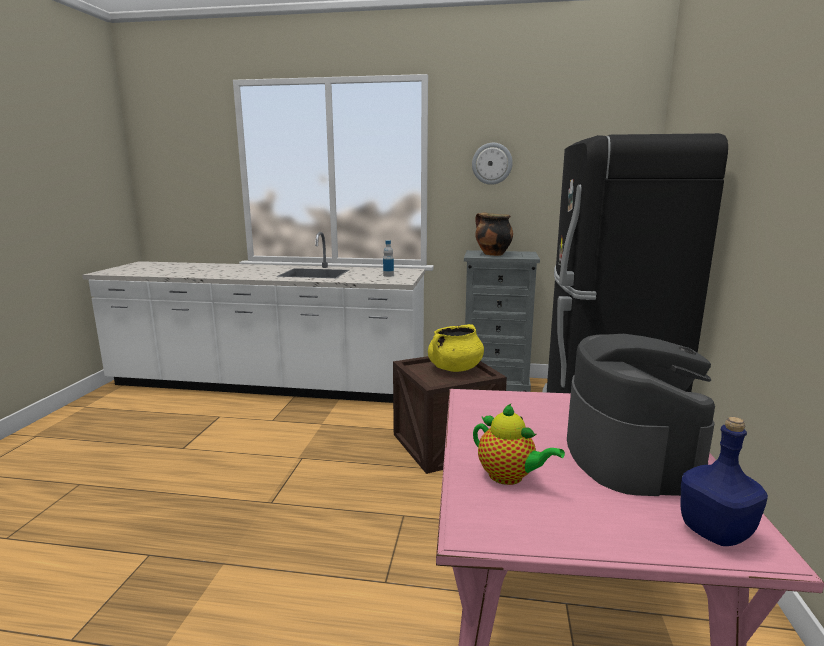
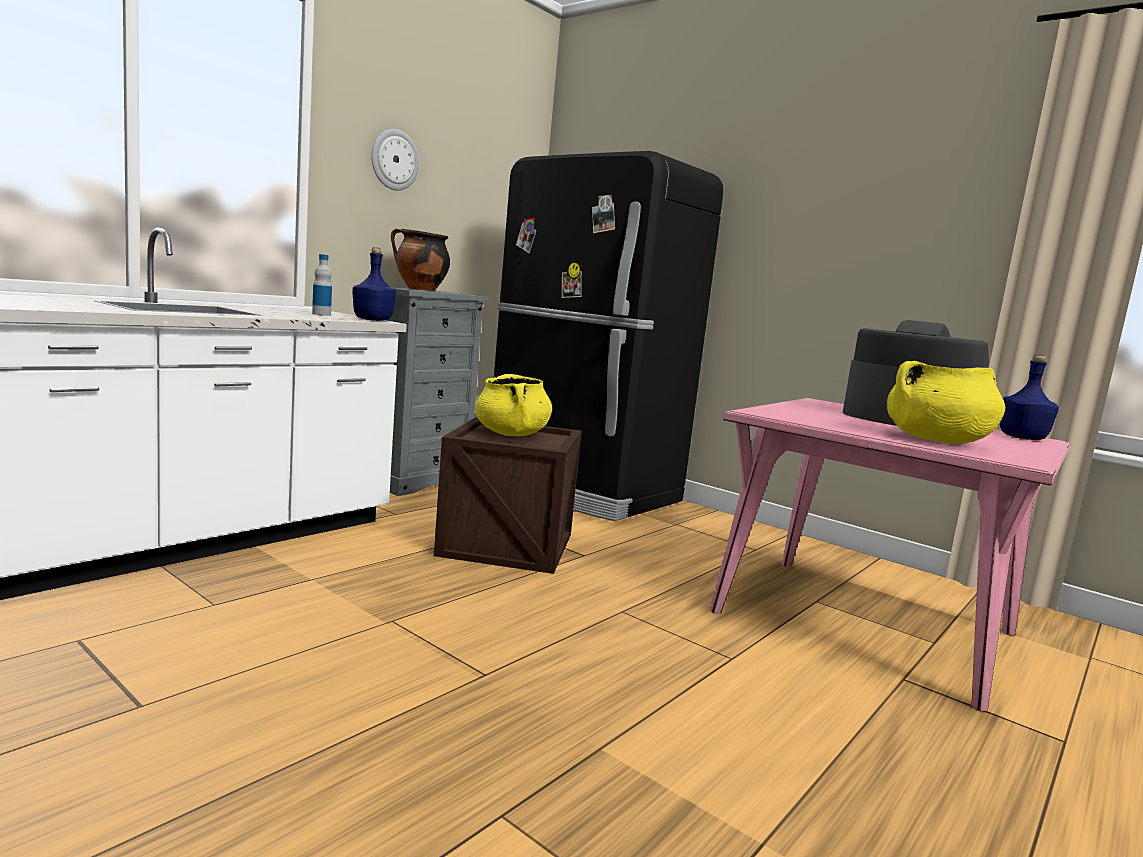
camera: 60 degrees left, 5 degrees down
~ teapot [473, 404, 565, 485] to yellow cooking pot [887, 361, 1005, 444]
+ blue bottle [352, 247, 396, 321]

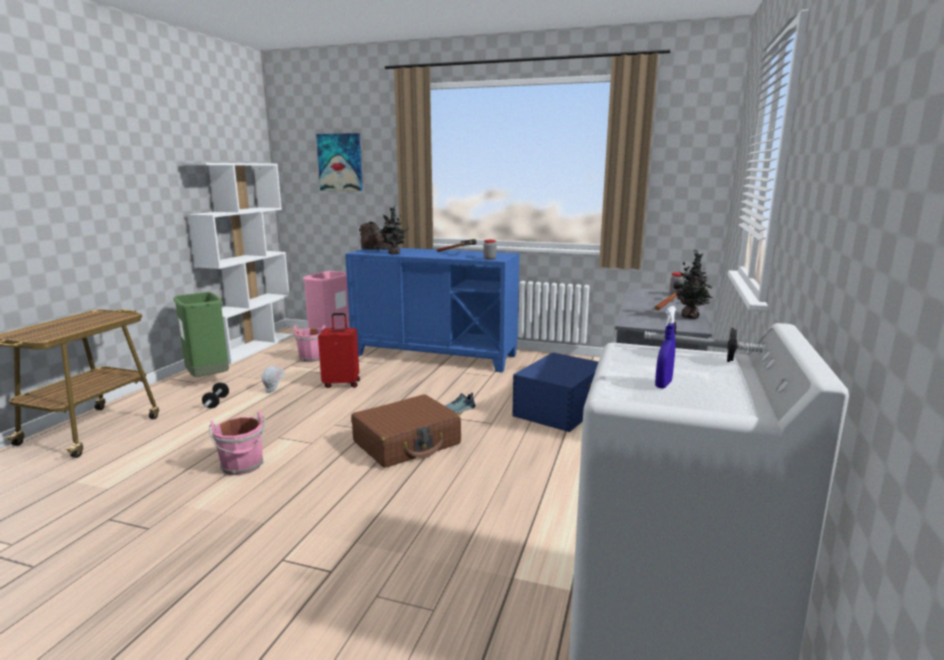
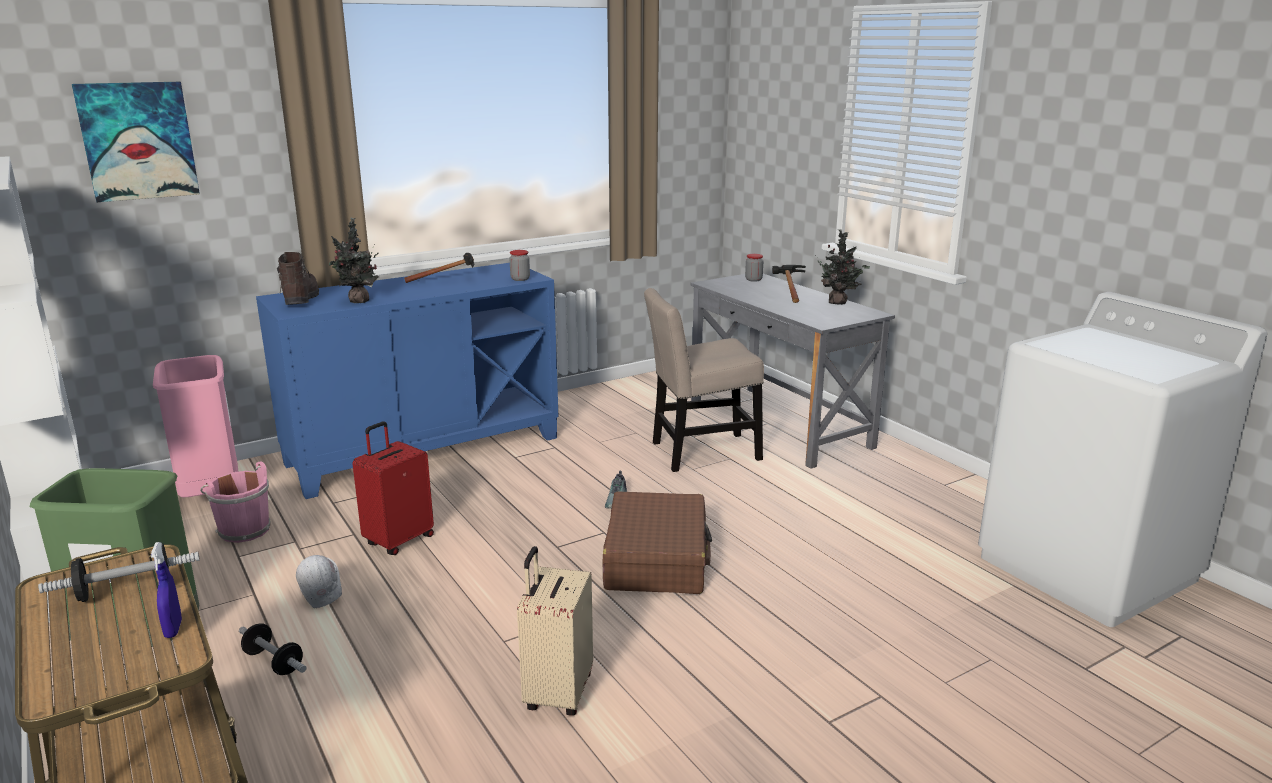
camera: 50 degrees left, 5 degrees up
~ pink bucket [209, 411, 265, 475] to beige suitcase [517, 546, 593, 716]
~ blue storage box [512, 352, 598, 432] to beige chair [644, 288, 764, 472]
~ dumbbell [644, 322, 763, 362] to [38, 544, 200, 602]
~ blue spray bottle [655, 306, 676, 389] to [151, 542, 182, 638]

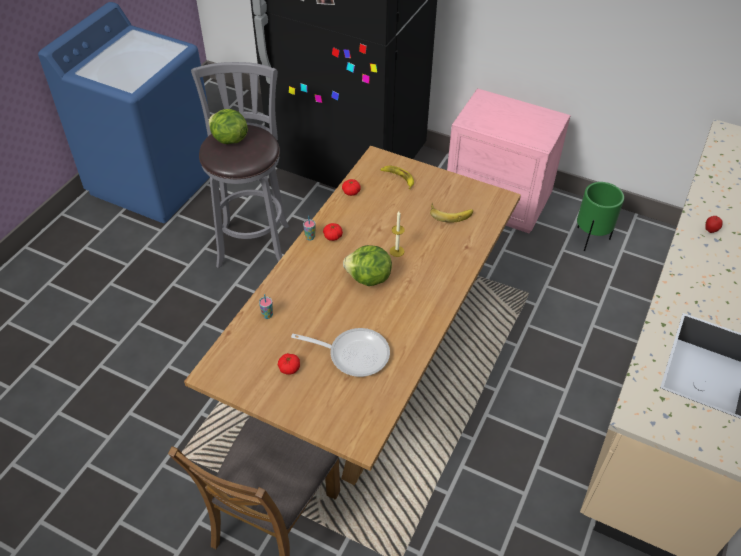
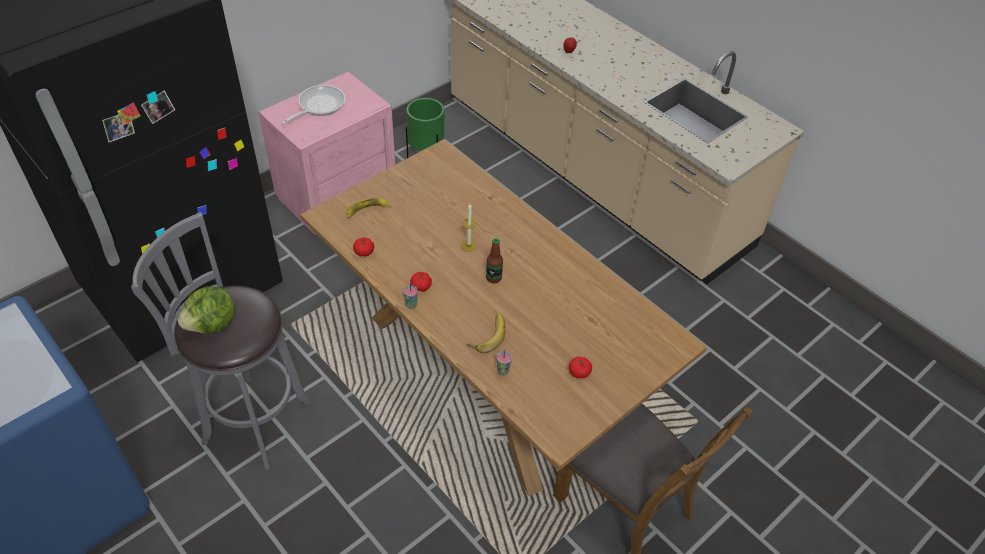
camera: 70 degrees left, 0 degrees up
~ frying pan [291, 328, 390, 377] to [281, 85, 345, 125]
~ lettuce [343, 245, 392, 286] to bottle [486, 238, 503, 284]
~ banana [430, 202, 473, 223] to [467, 312, 506, 353]

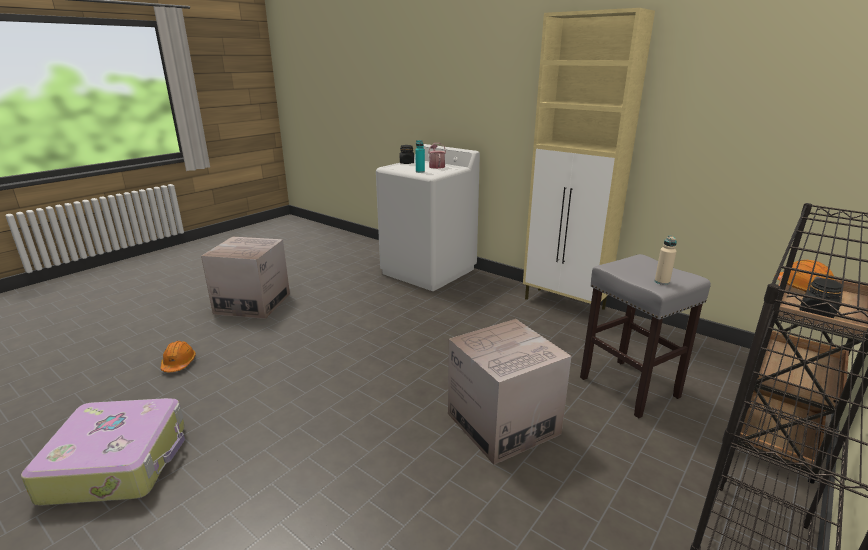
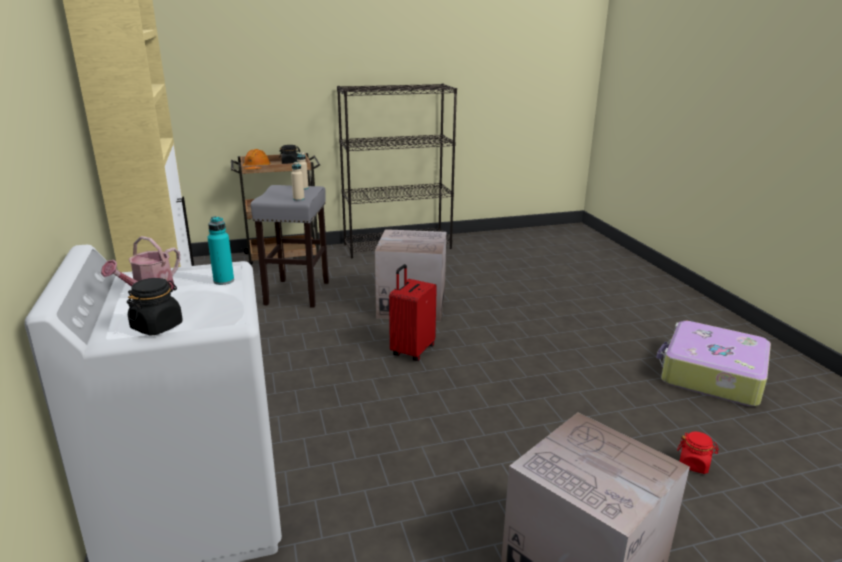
camera: 145 degrees left, 0 degrees up
~ orange hard hat [161, 341, 196, 372] to red jar [677, 431, 719, 474]
+ beige bottle [291, 162, 304, 201]
+ red suitcase [389, 264, 437, 361]

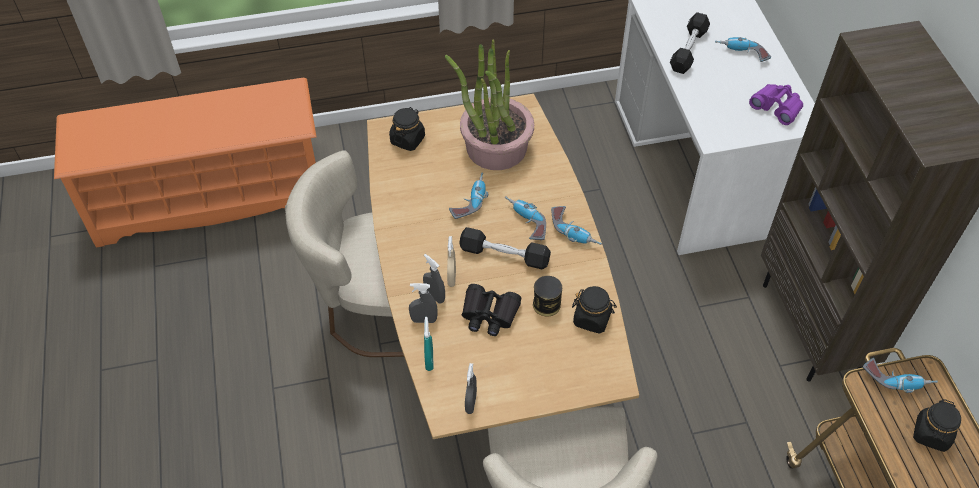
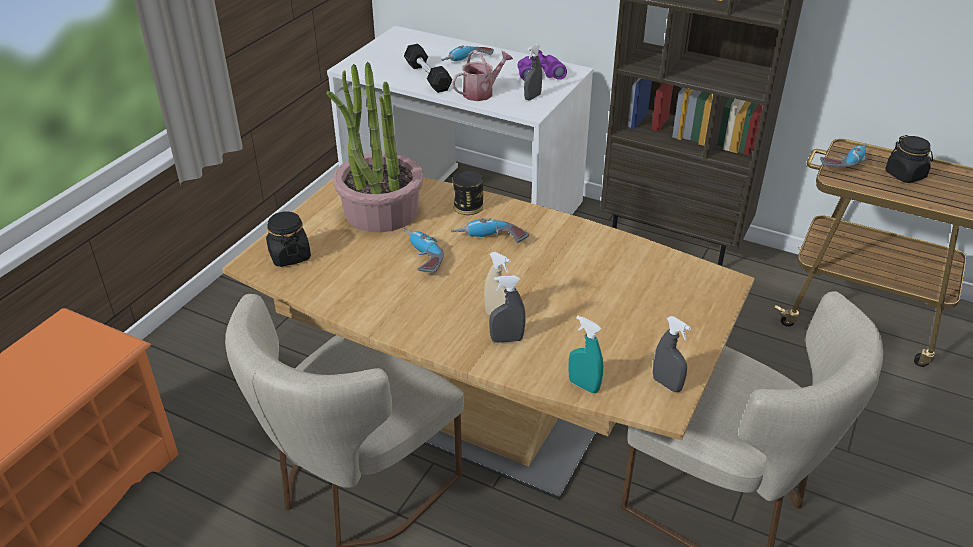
camera: 50 degrees left, 15 degrees down
~ grey spray bottle [409, 283, 438, 323] to [524, 44, 542, 100]
- black dumbbell [459, 227, 551, 269]
- black binoculars [462, 284, 521, 336]
~ can [533, 276, 562, 317] to [453, 171, 483, 215]
- power drill [551, 206, 602, 245]
- black jar [572, 286, 617, 334]
+ watering can [452, 50, 513, 101]

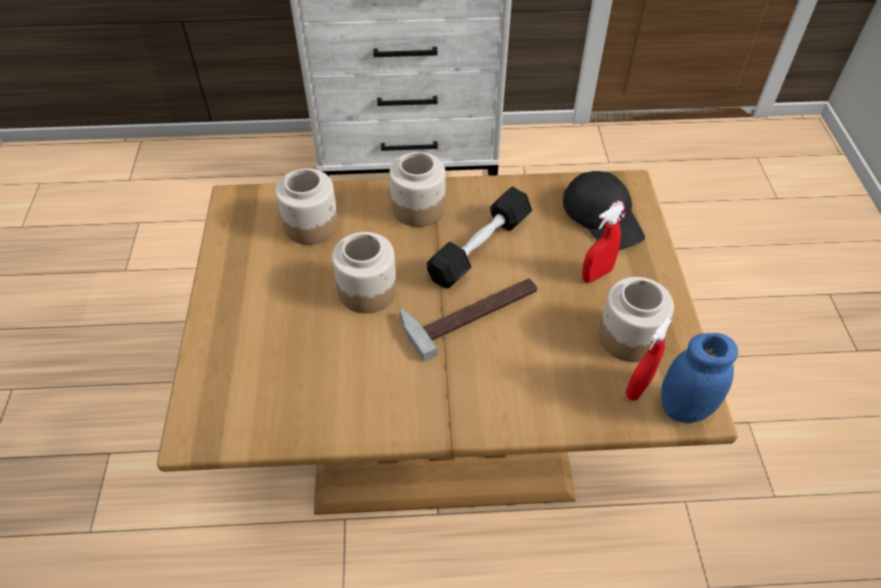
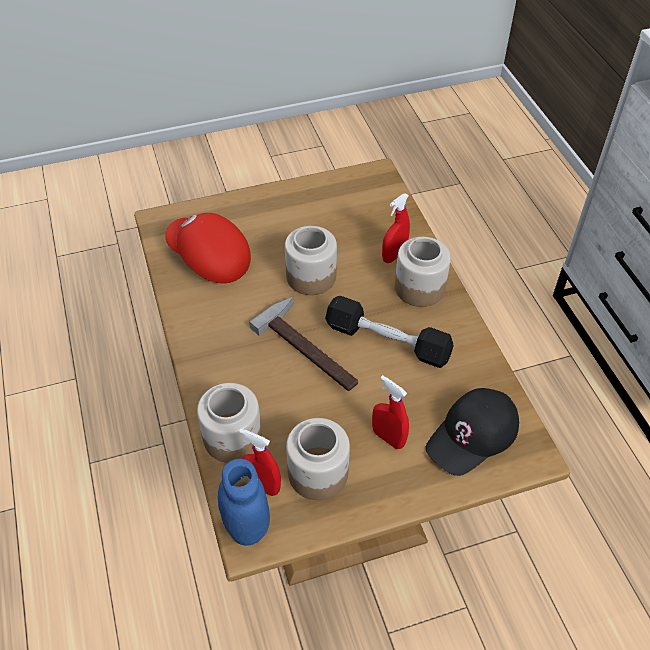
camera: 75 degrees right, 0 degrees up
~ jar [276, 169, 338, 245] to [197, 383, 262, 463]
+ red cap [165, 213, 251, 283]
+ red spray bottle [382, 193, 410, 263]

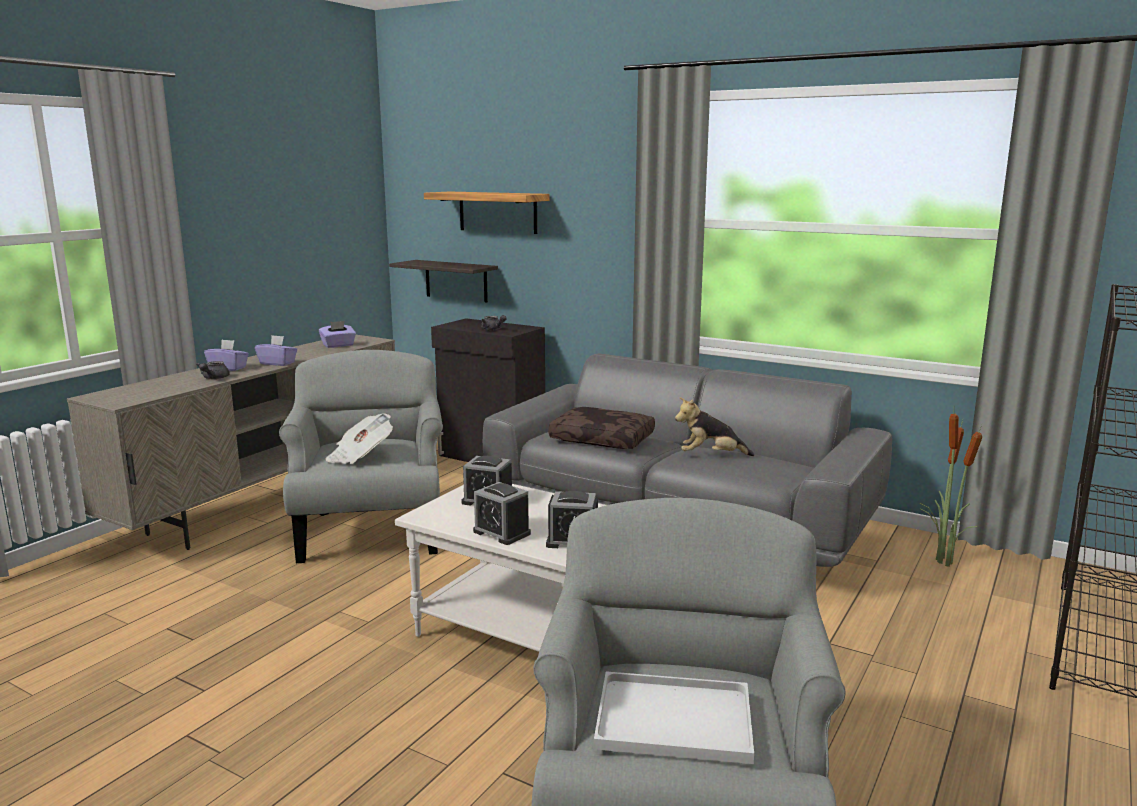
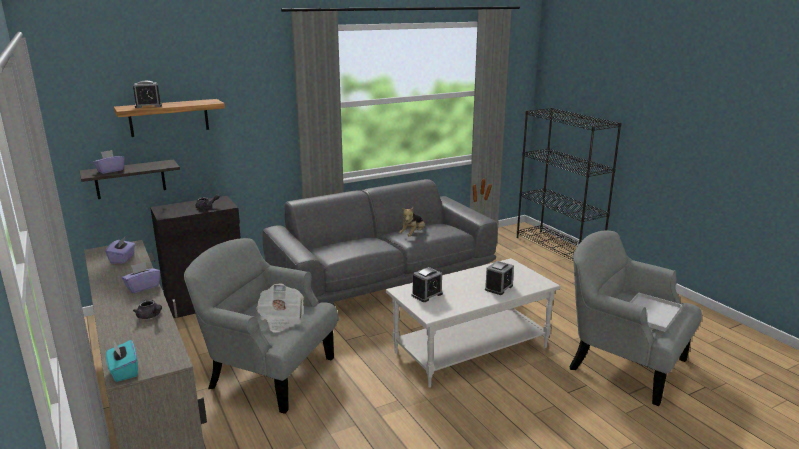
camera: 60 degrees left, 5 degrees up
~ purple tissue box [204, 340, 249, 371] to [93, 150, 125, 174]
~ alarm clock [473, 482, 531, 545] to [133, 81, 162, 108]
- brown pillow [548, 407, 655, 449]
+ turquoise tissue box [106, 340, 138, 382]

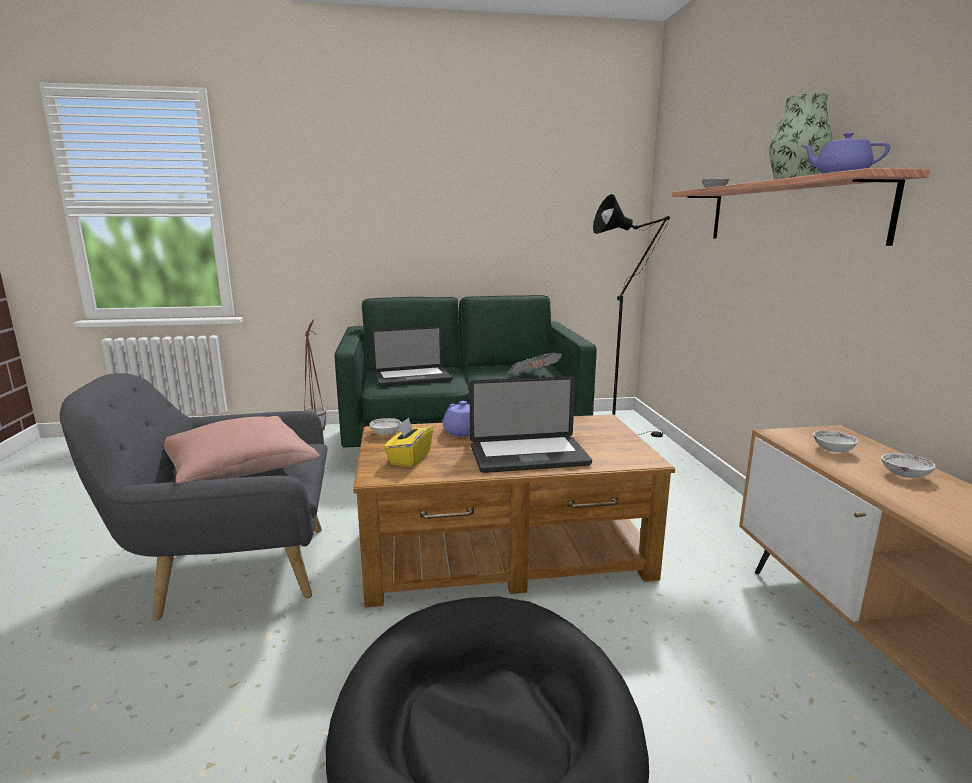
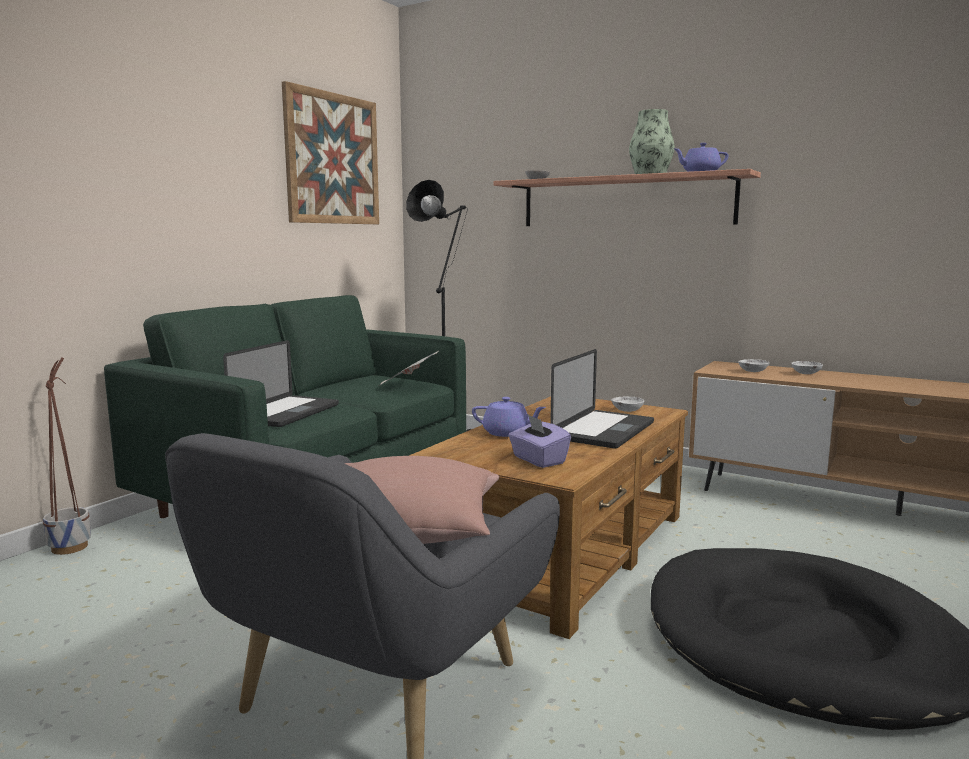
camera: 50 degrees left, 5 degrees down
~ white bowl [370, 418, 401, 435] to [611, 397, 644, 412]
~ yellow tissue box [384, 417, 433, 467] to purple tissue box [508, 414, 571, 468]
+ picture [282, 81, 379, 224]

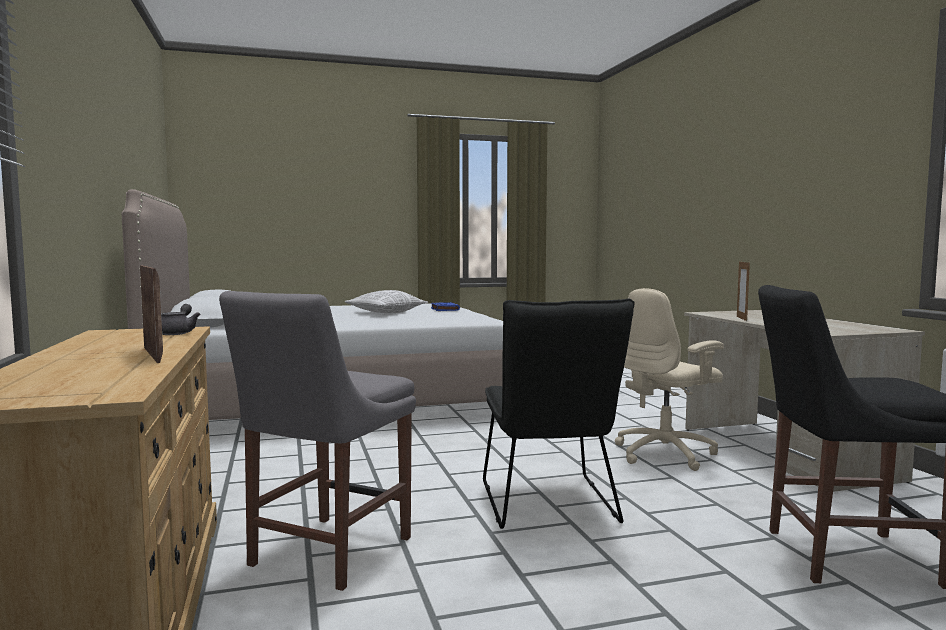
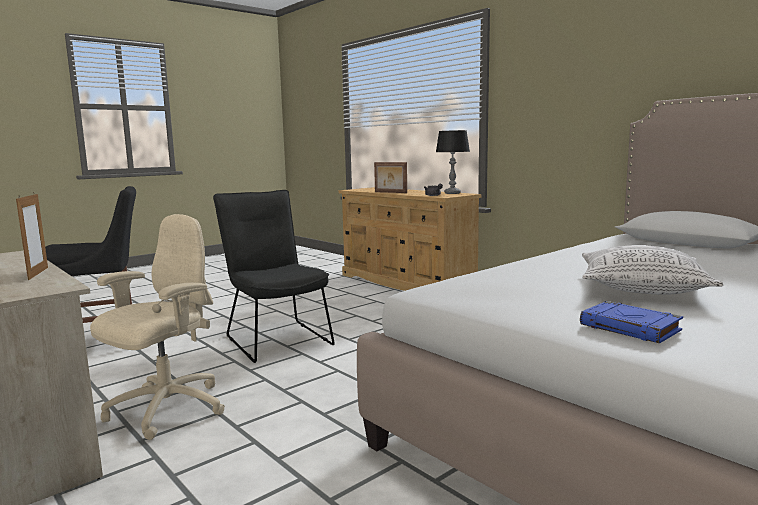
camera: 155 degrees right, 5 degrees up
- grey chair [219, 291, 416, 591]
+ table lamp [436, 130, 470, 194]

